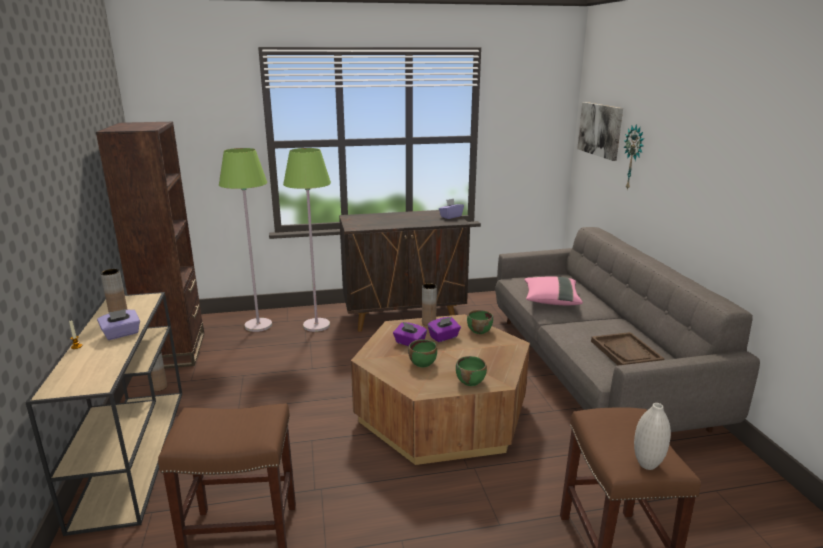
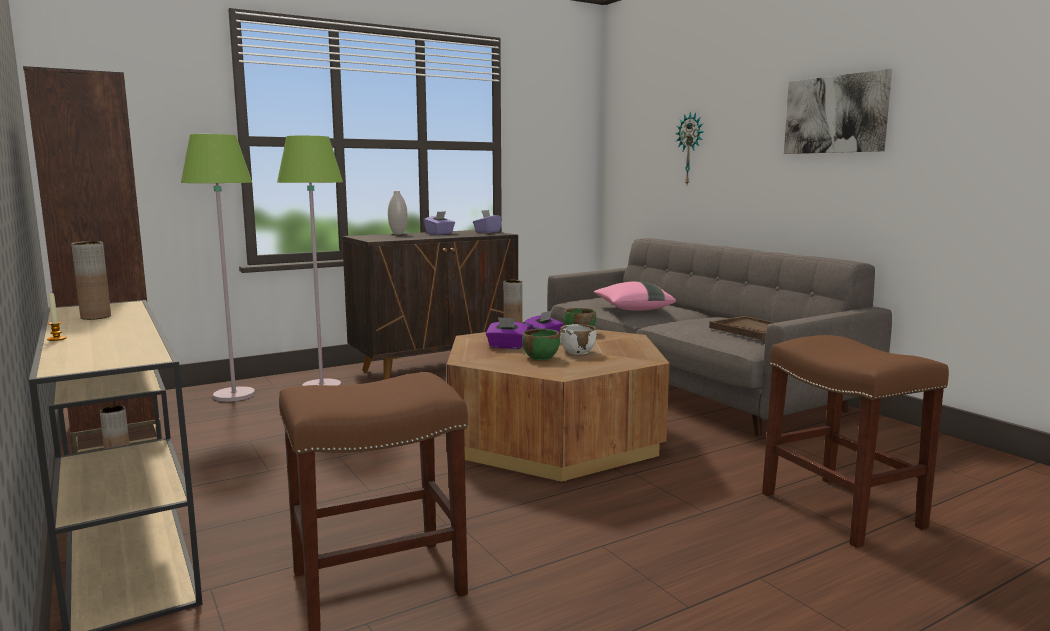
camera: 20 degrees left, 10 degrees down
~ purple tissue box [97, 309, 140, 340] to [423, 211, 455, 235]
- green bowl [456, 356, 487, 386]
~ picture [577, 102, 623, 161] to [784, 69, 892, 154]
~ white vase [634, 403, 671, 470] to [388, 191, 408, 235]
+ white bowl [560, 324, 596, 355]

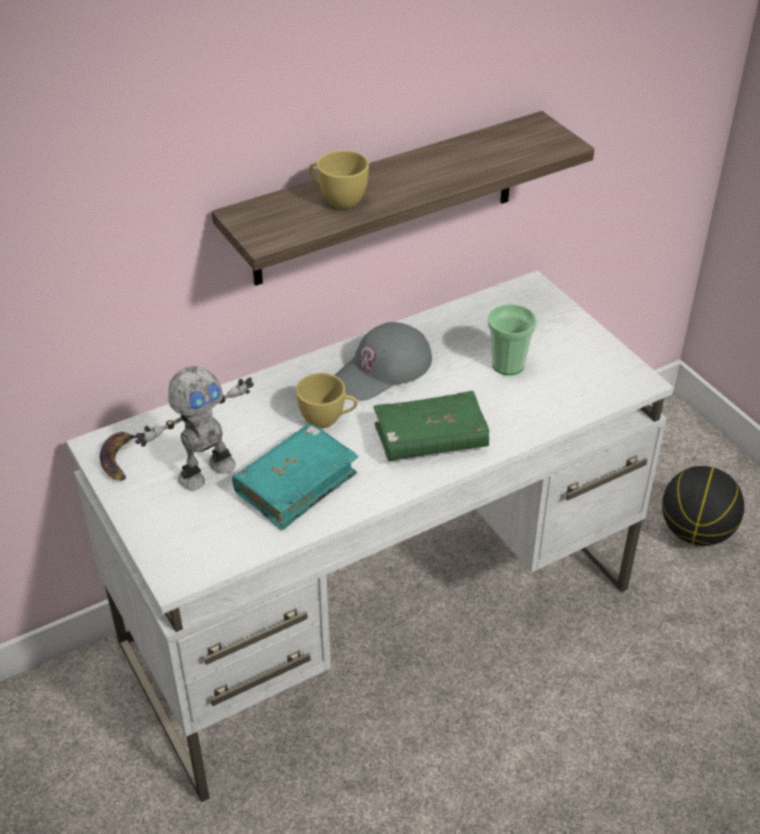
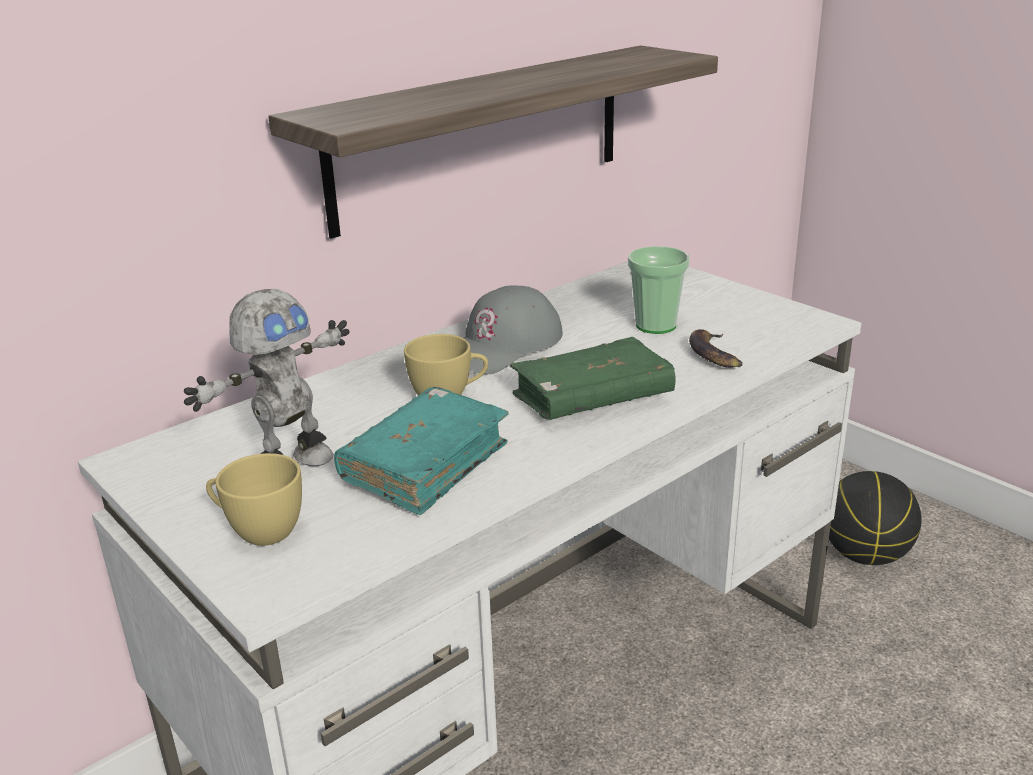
camera: 10 degrees left, 15 degrees down
~ banana [100, 432, 137, 481] to [689, 329, 743, 368]
~ yellow cup [309, 150, 369, 209] to [206, 453, 302, 546]

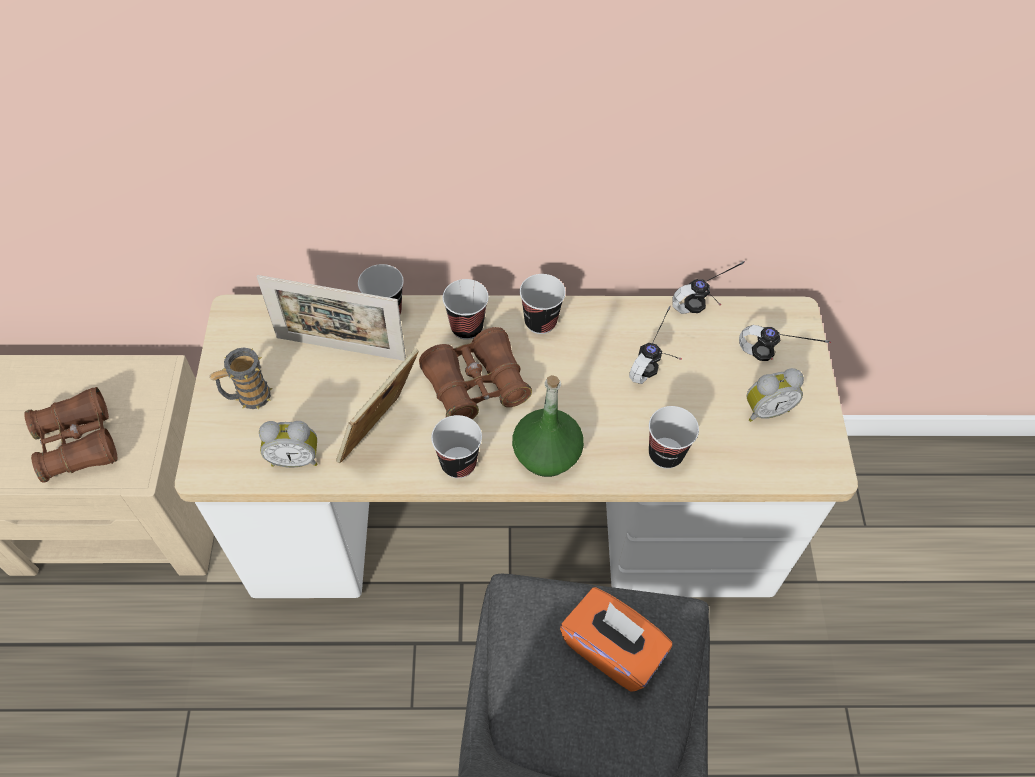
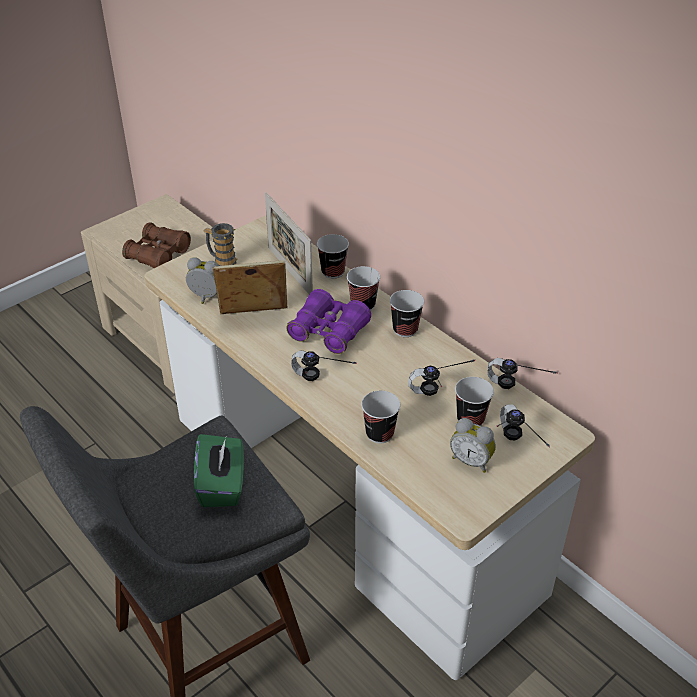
camera: 50 degrees right, 15 degrees down
~ alarm clock [259, 421, 318, 468] = [186, 257, 218, 304] 150 degrees clockwise
~ brown binoculars [419, 327, 532, 420] to purple binoculars [286, 289, 371, 354]
~ cup [431, 415, 482, 478] to [455, 377, 494, 426]
~ green bottle [512, 375, 584, 477] to headphones [291, 351, 357, 381]
~ orange tissue box [560, 587, 672, 692] to green tissue box [194, 434, 244, 507]

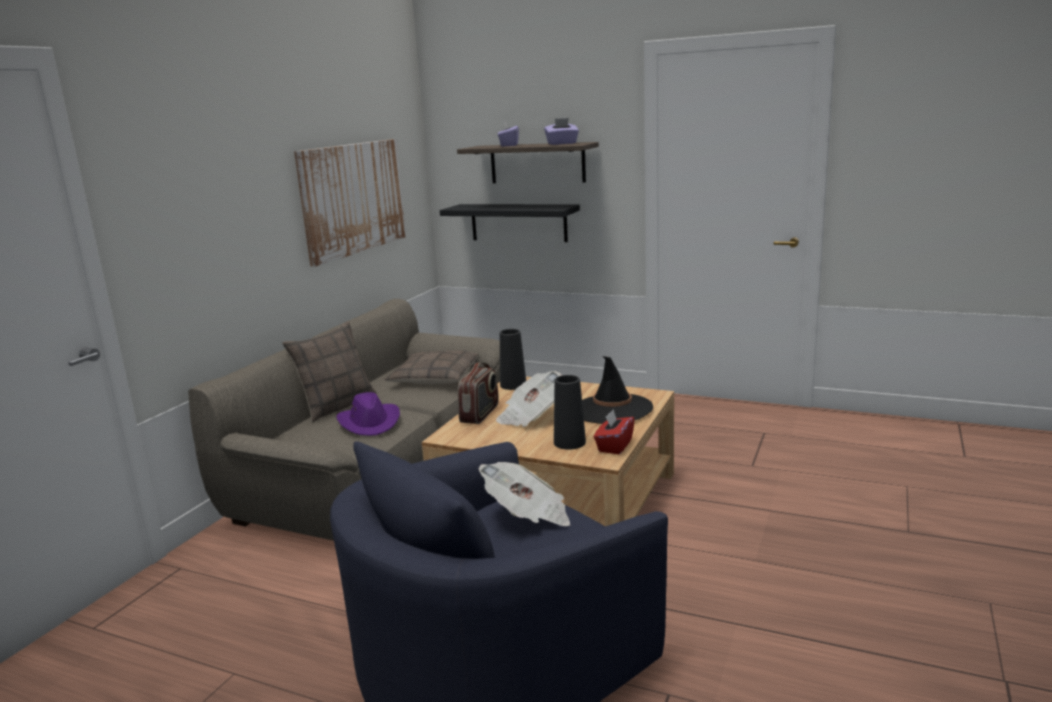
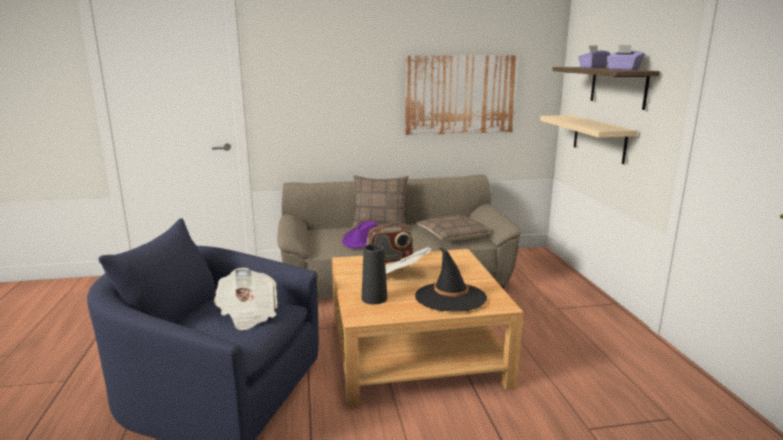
camera: 55 degrees right, 0 degrees up
~ black shelf [440, 204, 580, 242] to beige shelf [540, 115, 637, 164]
- black vase [500, 329, 526, 390]
- red tissue box [594, 409, 635, 454]

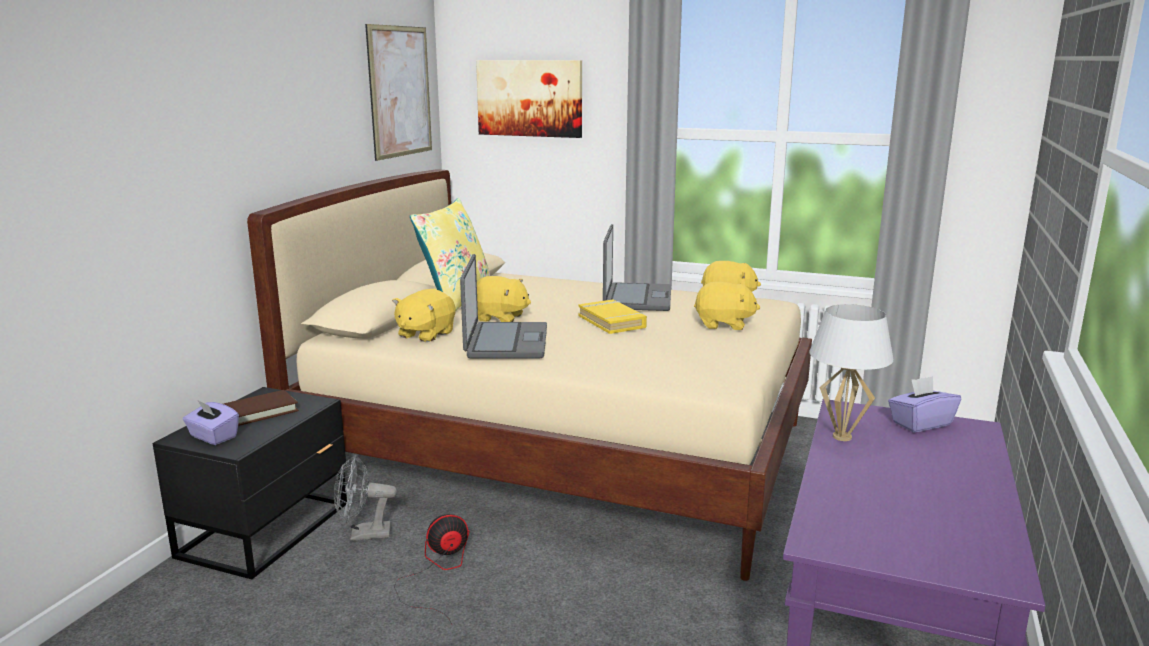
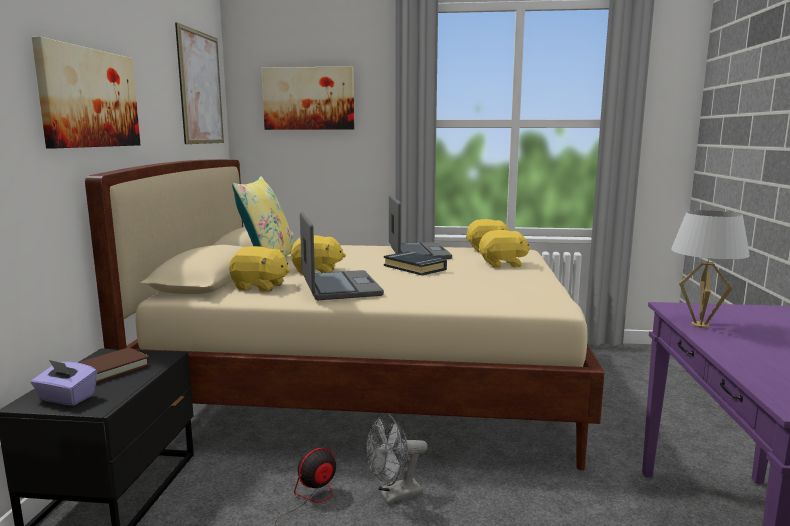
camera: 15 degrees left, 5 degrees down
~ grey fan [334, 455, 397, 541] to [366, 413, 428, 504]
~ yellow plush toy [392, 289, 455, 342] = [229, 246, 290, 292] 90 degrees counterclockwise
~ yellow book [578, 300, 647, 334] to black book [384, 252, 447, 275]
- purple tissue box [888, 376, 961, 432]
+ picture [32, 37, 140, 148]

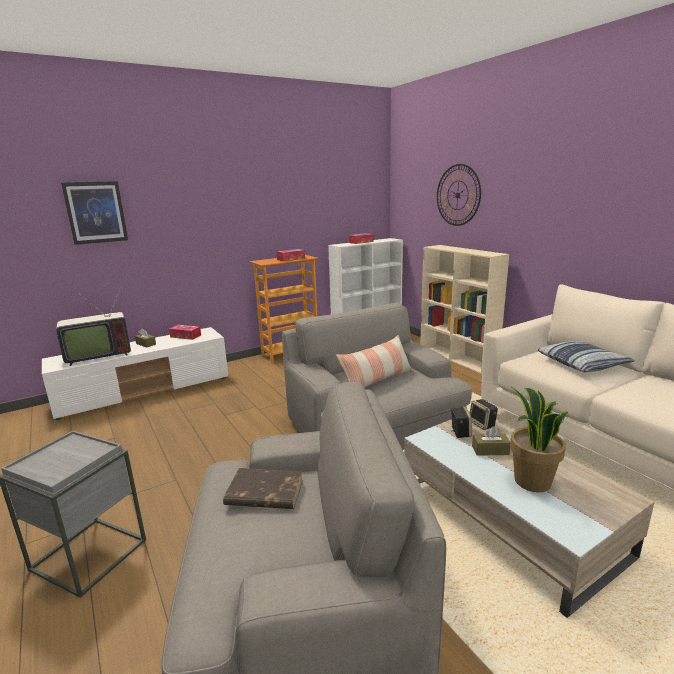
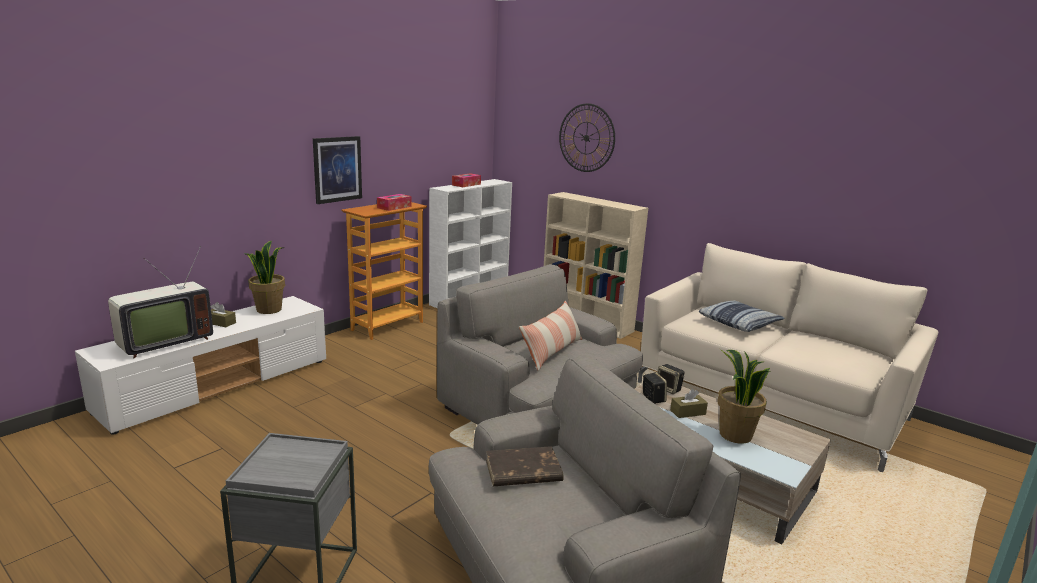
camera: 20 degrees left, 0 degrees up
~ picture [61, 181, 128, 245] to [313, 136, 362, 204]
~ tissue box [169, 325, 201, 340] to potted plant [245, 241, 285, 314]

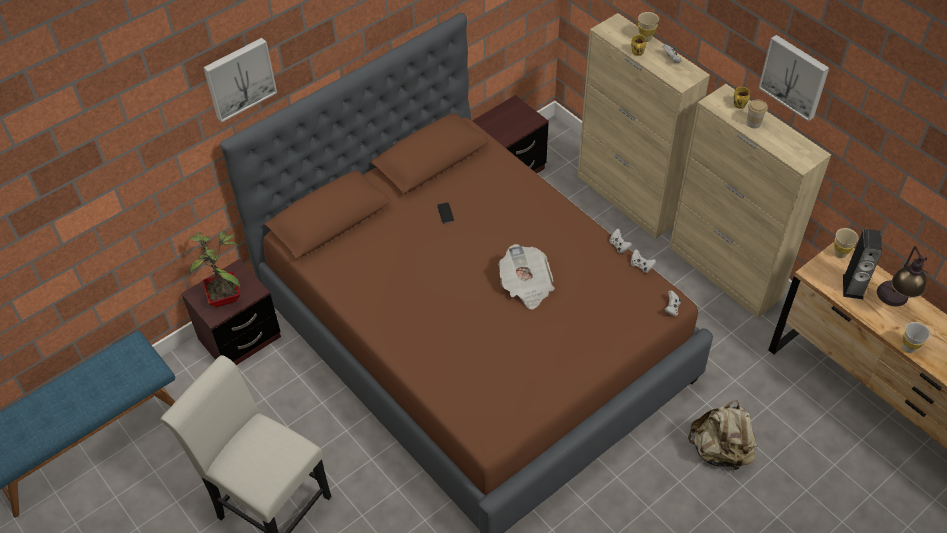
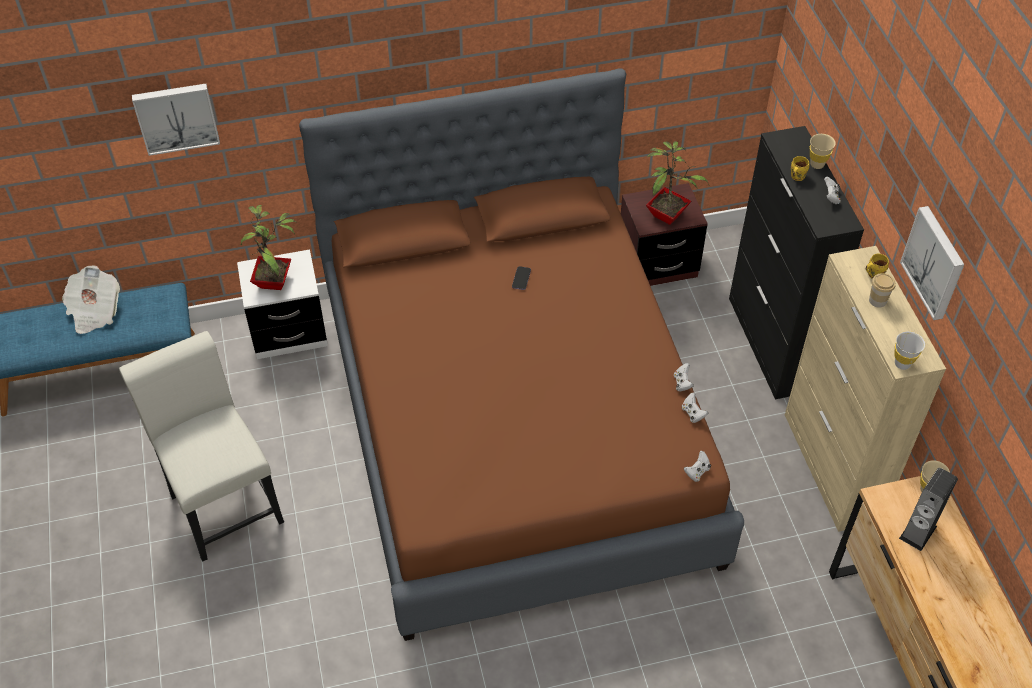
camera: 25 degrees right, 0 degrees up
~ brown nightstand [181, 259, 281, 365] to white nightstand [237, 250, 328, 359]
~ picture [203, 38, 277, 123] to [132, 84, 220, 156]
~ newspaper [498, 244, 555, 310] to [62, 265, 120, 334]
~ beige cabinet [578, 13, 710, 239] to black cabinet [729, 126, 864, 400]
- beige backpack [688, 400, 758, 472]
- table lamp [877, 246, 929, 306]
~ white cup [902, 322, 930, 353] to [894, 331, 925, 370]
+ potted plant [646, 141, 709, 225]

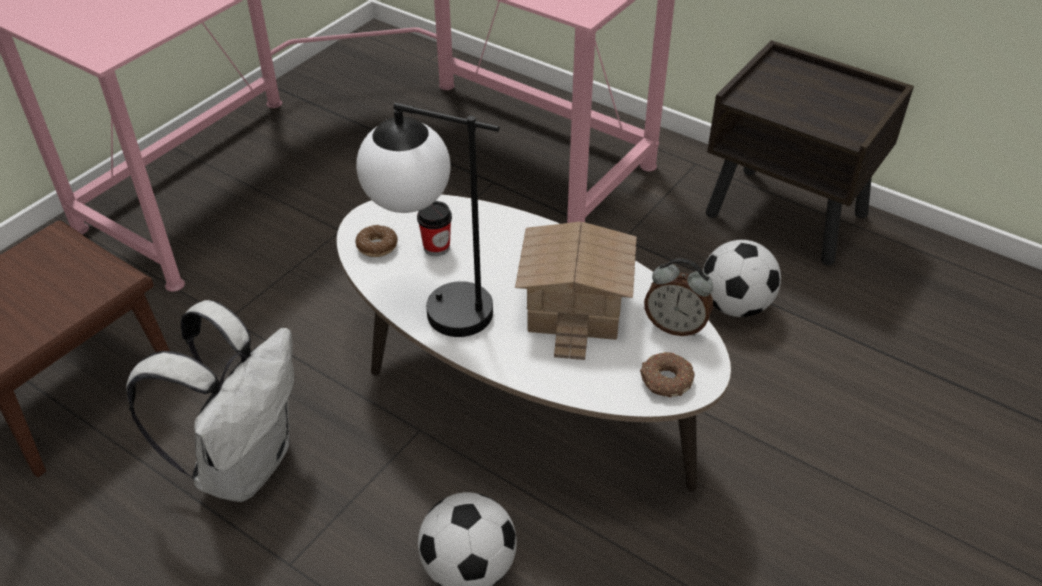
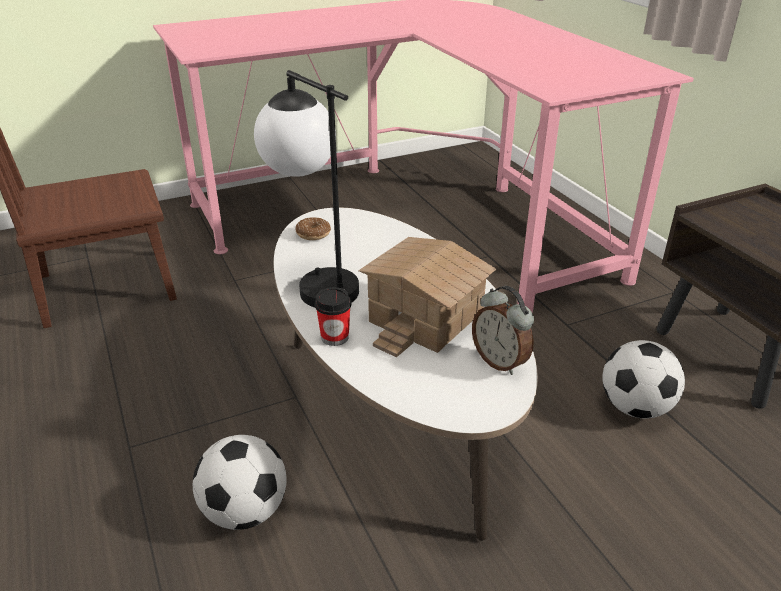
camera: 30 degrees right, 10 degrees down
- white backpack [126, 300, 294, 502]
~ cup [417, 201, 452, 256] to [315, 287, 351, 346]
- donut [640, 352, 695, 398]

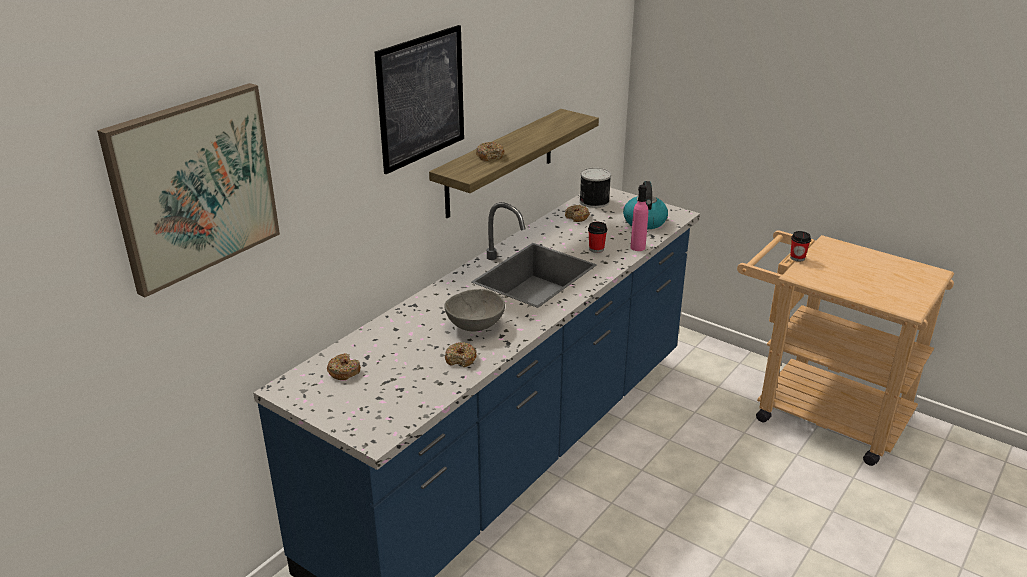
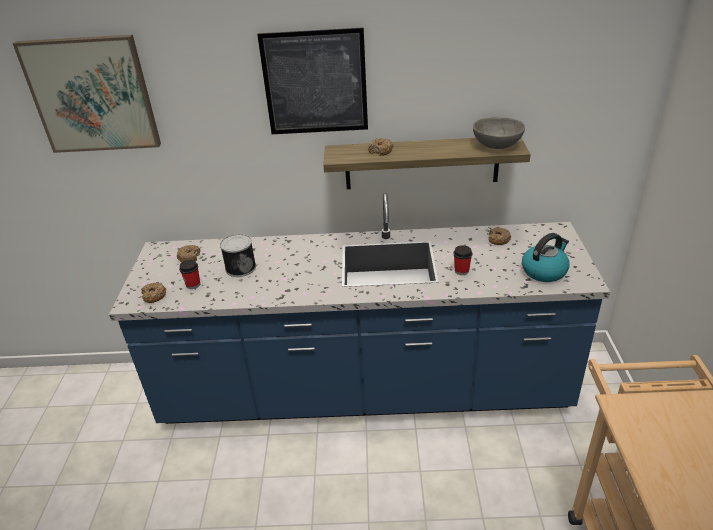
camera: 55 degrees right, 5 degrees up
~ grey bowl [444, 289, 505, 331] to [473, 117, 525, 149]
~ donut [445, 342, 477, 367] to [141, 282, 166, 303]
~ can [580, 168, 611, 208] to [220, 234, 256, 277]
- pink bottle [630, 185, 648, 251]
~ cup [790, 231, 811, 262] to [179, 260, 200, 289]

